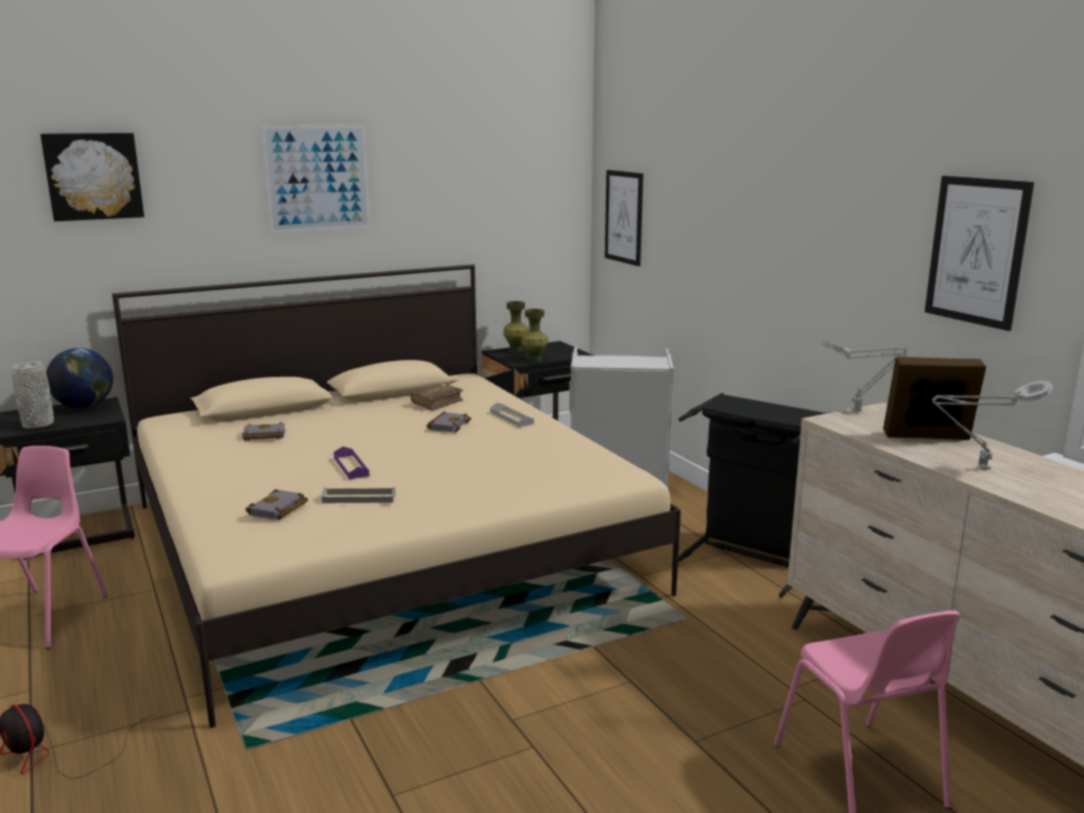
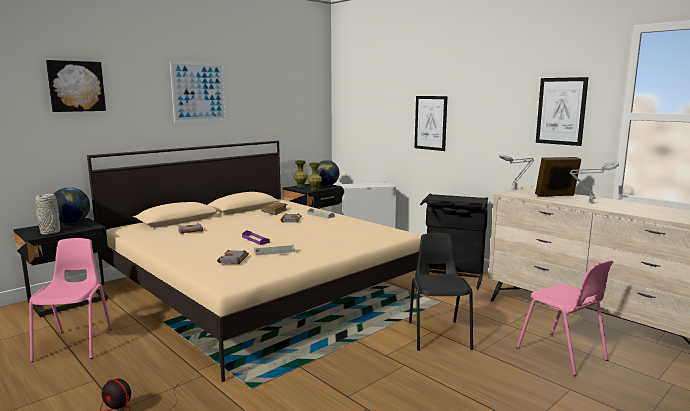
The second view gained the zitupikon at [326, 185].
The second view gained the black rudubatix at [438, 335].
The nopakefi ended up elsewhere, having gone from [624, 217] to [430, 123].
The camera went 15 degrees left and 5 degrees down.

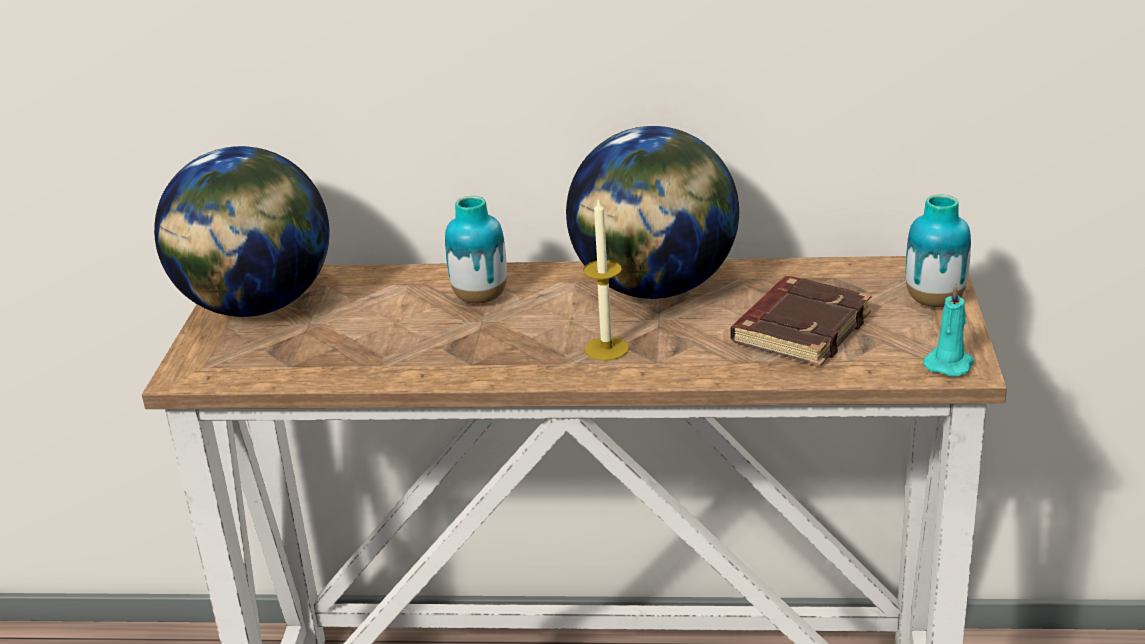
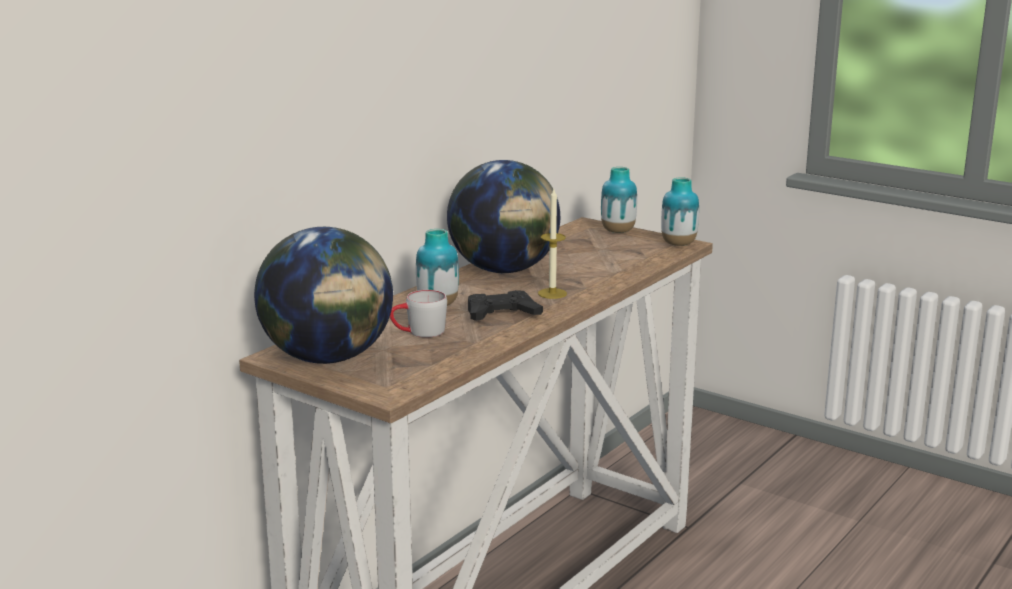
The second view lost the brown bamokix at [800, 329].
The second view gained the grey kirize at [418, 332].
The second view gained the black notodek at [501, 314].
Where the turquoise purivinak stood at [950, 363], the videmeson came to stand at [678, 244].
The camera went 60 degrees left and 10 degrees down.

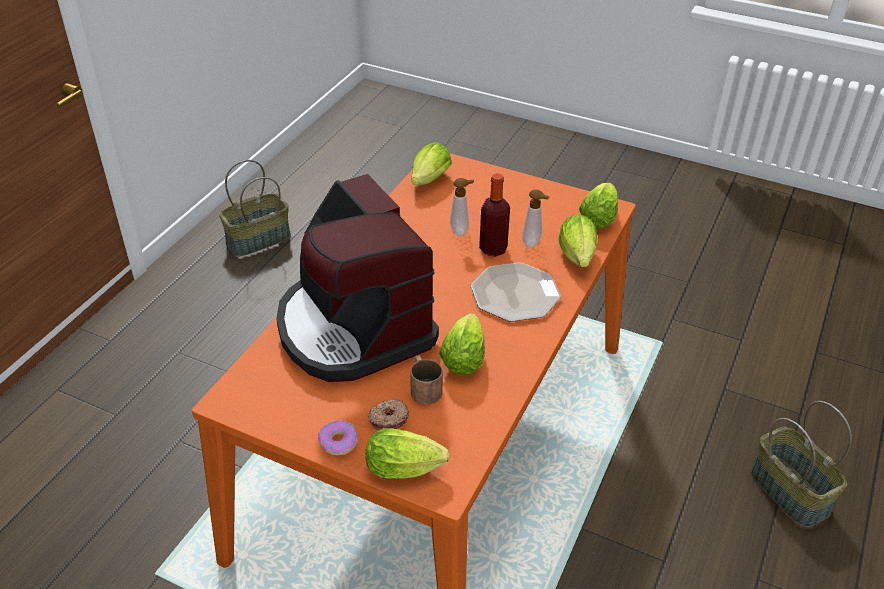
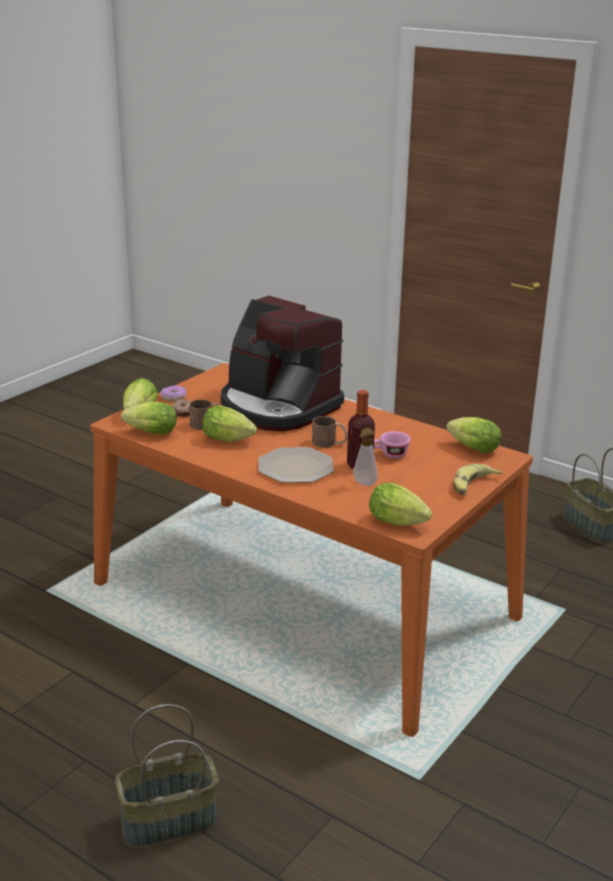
The second view gained the brown kirize at [329, 443].
The second view gained the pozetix at [473, 485].
The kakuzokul ended up elsewhere, having gone from [578, 258] to [149, 433].
Where the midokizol stood at [461, 231], the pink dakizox came to stand at [389, 455].
The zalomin at [353, 328] ended up facing another way, 120 degrees counterclockwise from before.
The camera went 100 degrees right and 15 degrees down.

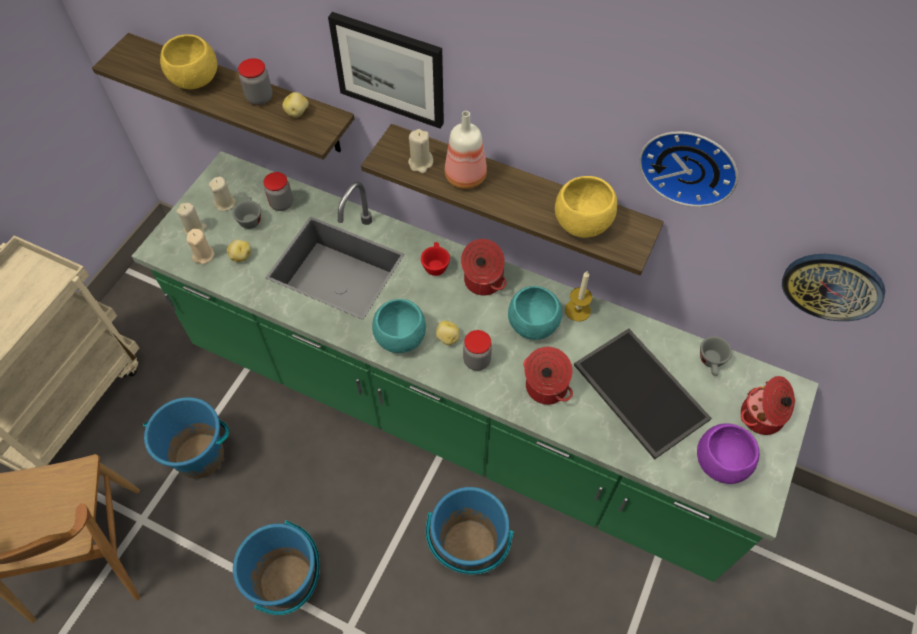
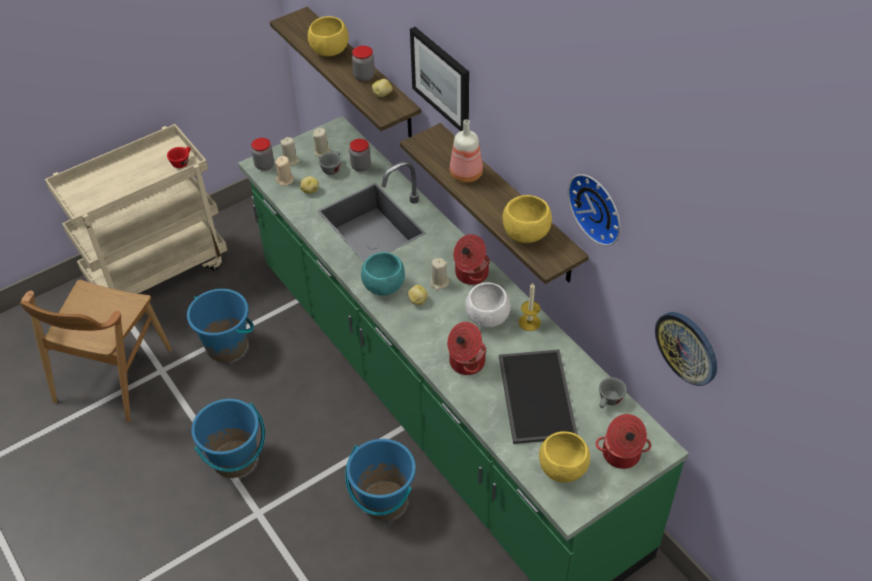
The beige purivinak ended up elsewhere, having gone from [420, 163] to [439, 283].
The red dakizox ended up elsewhere, having gone from [435, 264] to [182, 162].
The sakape ended up elsewhere, having gone from [477, 360] to [264, 165].
What was the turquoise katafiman at [532, 325] turned into the white katafiman at [486, 318].
What was the purple katafiman at [720, 463] turned into the yellow katafiman at [562, 469].
The camera went 30 degrees right and 10 degrees down.

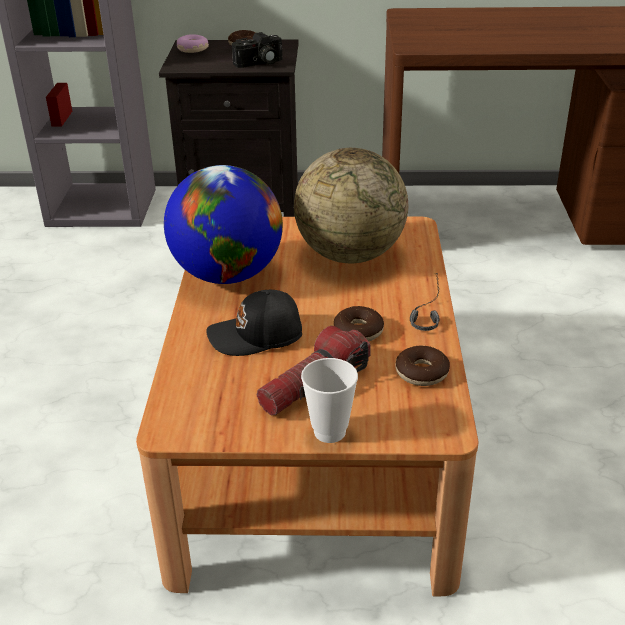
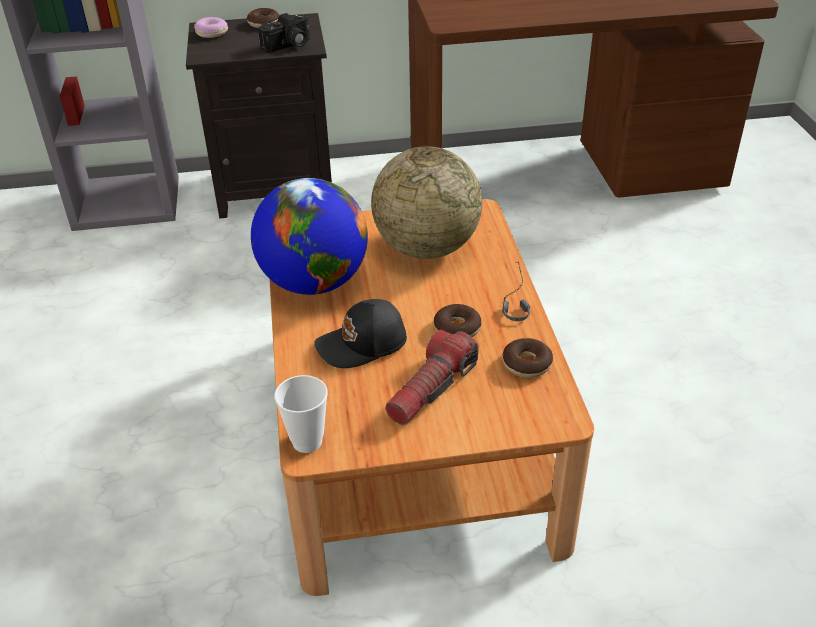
The dakizox ended up elsewhere, having gone from [329, 432] to [307, 441].
The camera went 10 degrees left and 5 degrees up.

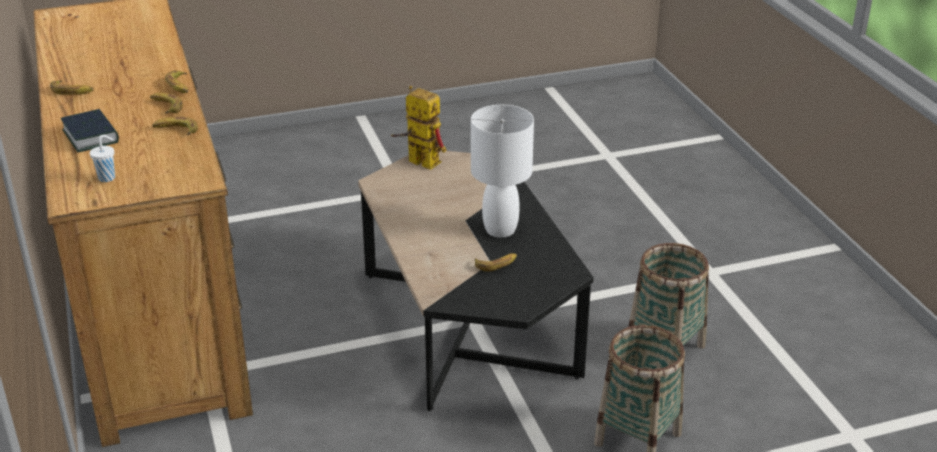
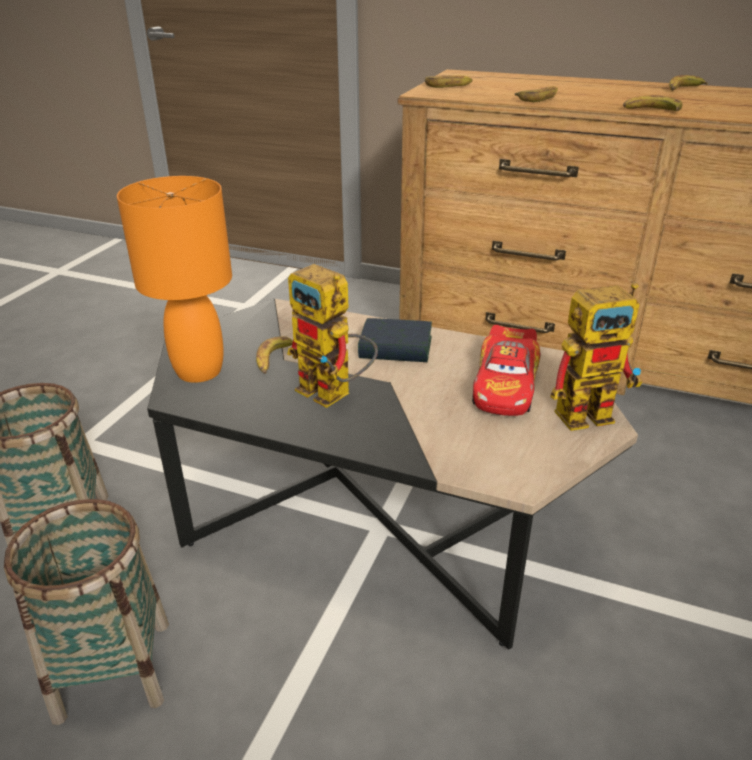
The second view lost the white dakizox at [108, 178].
The second view gained the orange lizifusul at [199, 370].
The second view gained the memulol at [506, 386].
The bamokix ended up elsewhere, having gone from [91, 136] to [395, 348].
The pozetix ended up elsewhere, having gone from [165, 106] to [448, 85].
Where the white lizifusul stood at [500, 229], the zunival came to stand at [334, 394].
The camera went 130 degrees right and 0 degrees up.

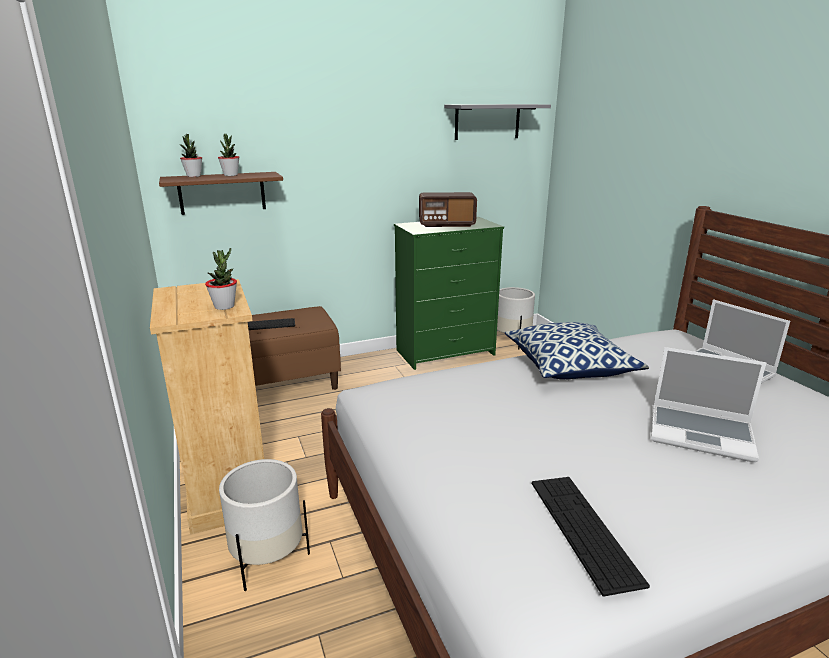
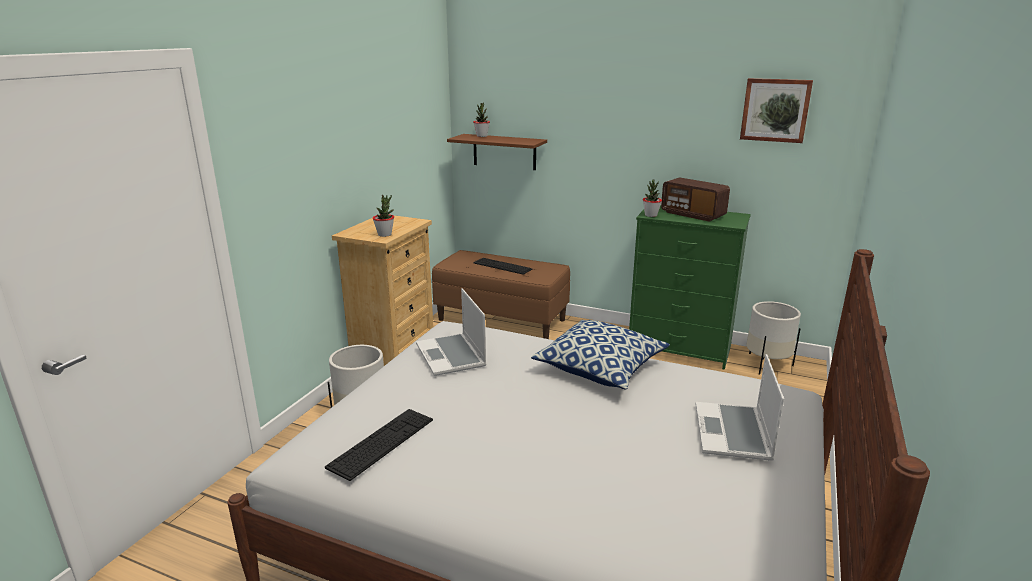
The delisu ended up elsewhere, having gone from [230, 175] to [651, 215].
The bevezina ended up elsewhere, having gone from [702, 433] to [452, 356].
Where the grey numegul hung at [487, 121], the nopakefi came to hang at [775, 110].
The camera went 45 degrees right and 0 degrees up.

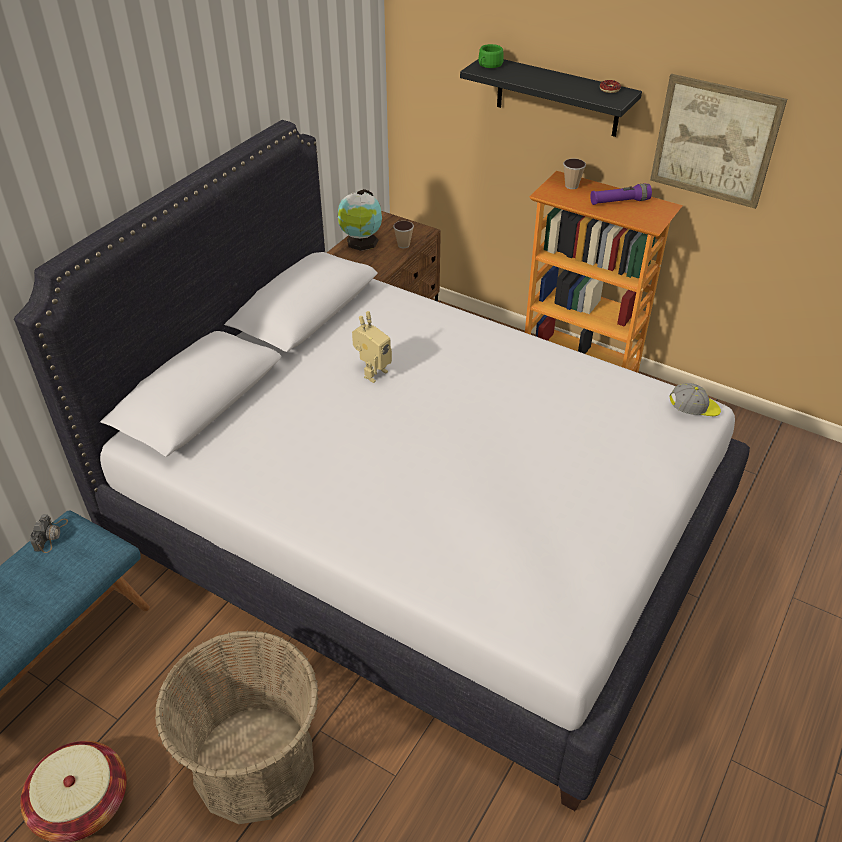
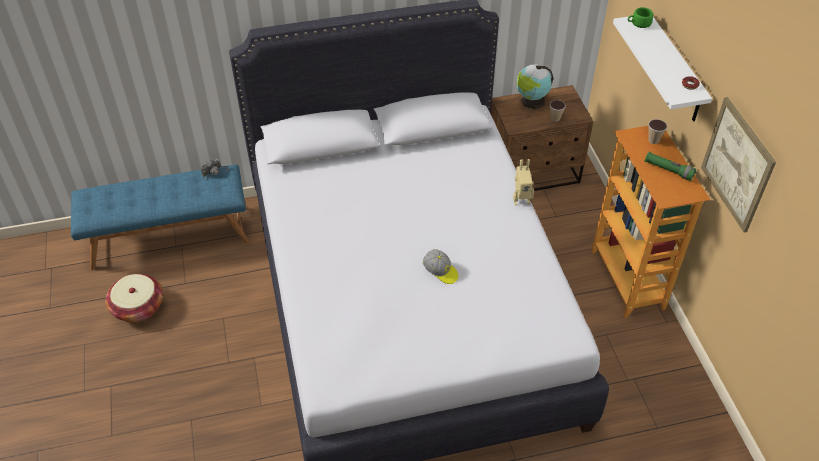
The second view lost the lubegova at [254, 763].
The zunival ended up elsewhere, having gone from [372, 373] to [520, 199].
The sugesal ended up elsewhere, having gone from [693, 409] to [440, 271].
What was the black numegul at [557, 96] turned into the white numegul at [675, 70].
What was the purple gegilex at [619, 202] turned into the green gegilex at [668, 170].
The camera went 45 degrees right and 5 degrees up.

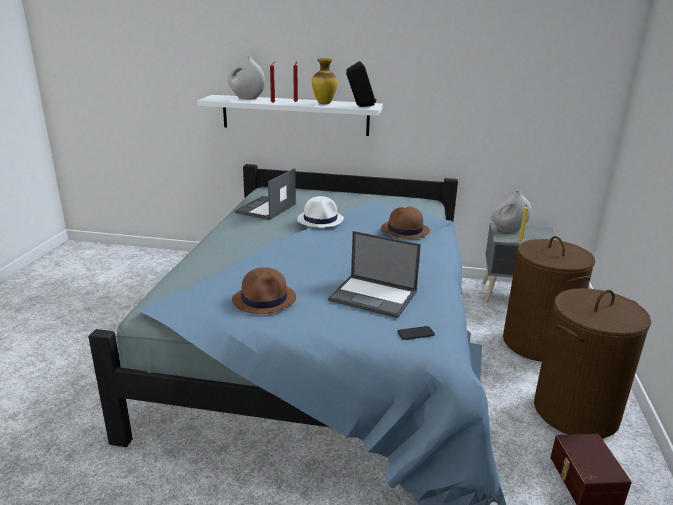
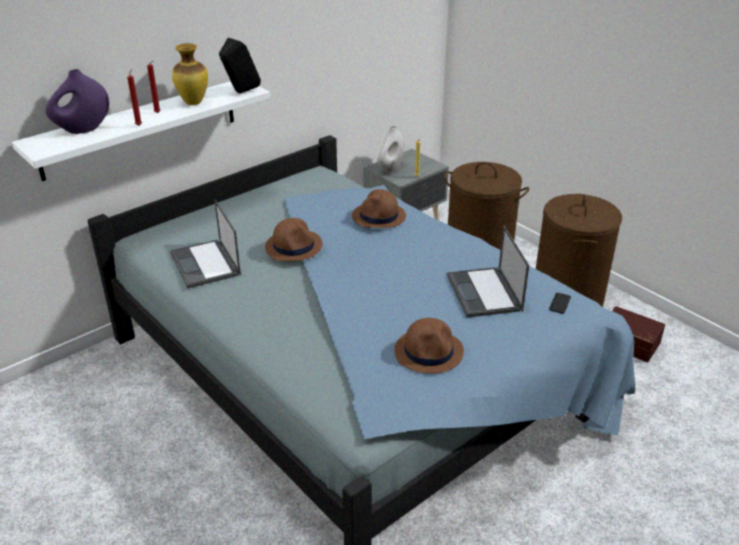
What was the white videmeson at [247, 98] turned into the purple videmeson at [83, 130].
What was the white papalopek at [320, 220] turned into the brown papalopek at [294, 246].
The bevezina at [374, 296] ended up facing another way, 105 degrees clockwise from before.
The camera went 50 degrees left and 10 degrees up.

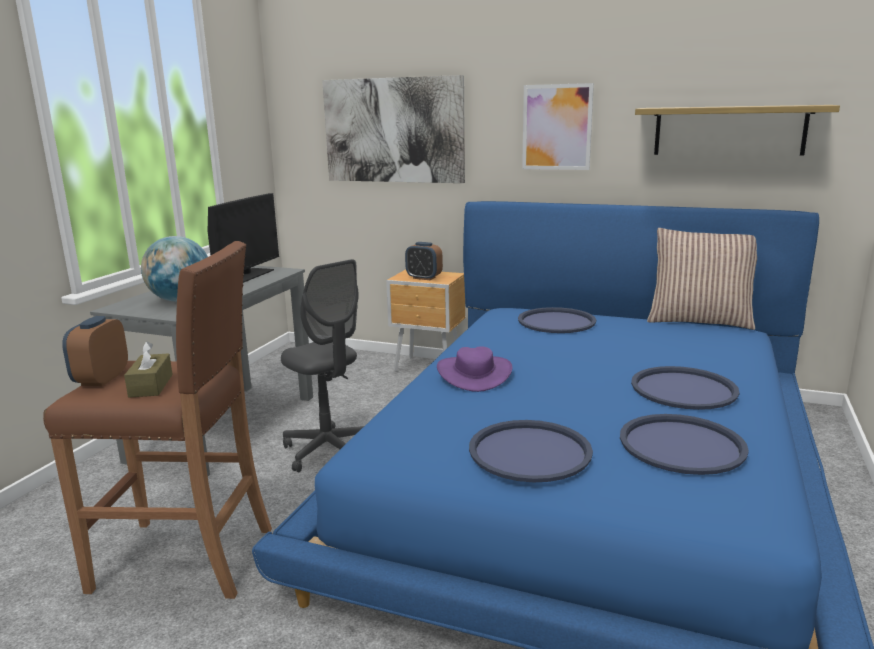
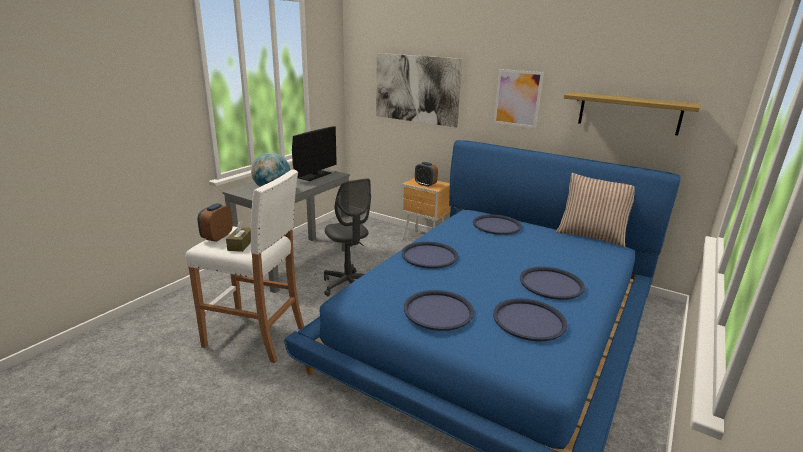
Where the purple papalopek stood at [474, 374], the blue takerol came to stand at [429, 256].
What was the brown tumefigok at [186, 559] turned into the white tumefigok at [256, 337].
The camera went 10 degrees right and 5 degrees up.

